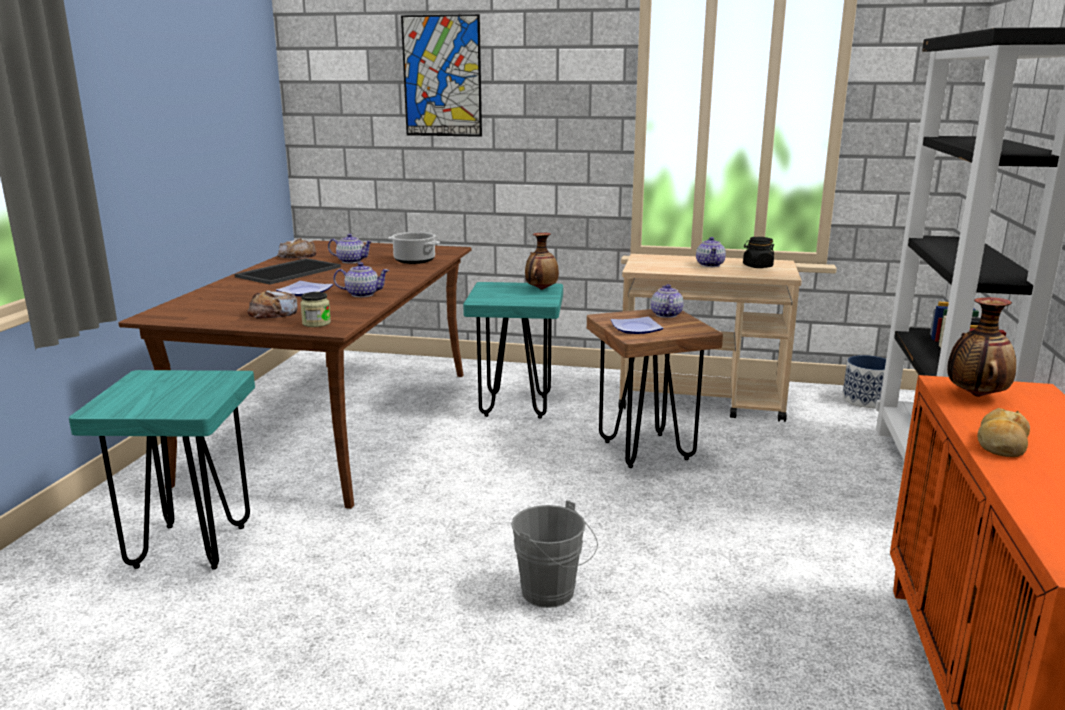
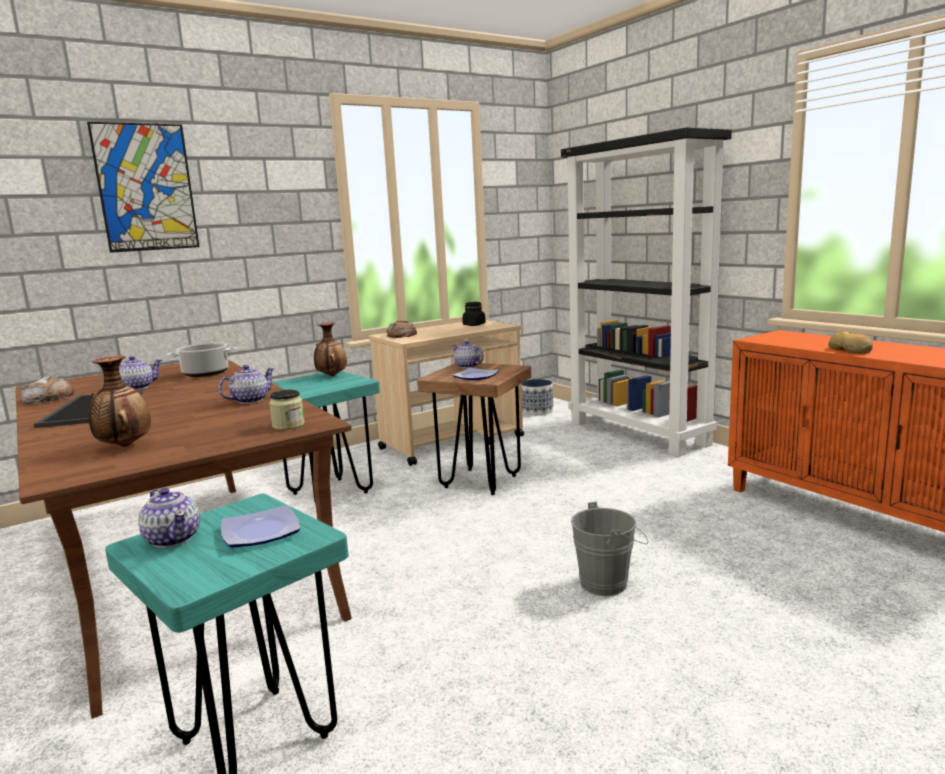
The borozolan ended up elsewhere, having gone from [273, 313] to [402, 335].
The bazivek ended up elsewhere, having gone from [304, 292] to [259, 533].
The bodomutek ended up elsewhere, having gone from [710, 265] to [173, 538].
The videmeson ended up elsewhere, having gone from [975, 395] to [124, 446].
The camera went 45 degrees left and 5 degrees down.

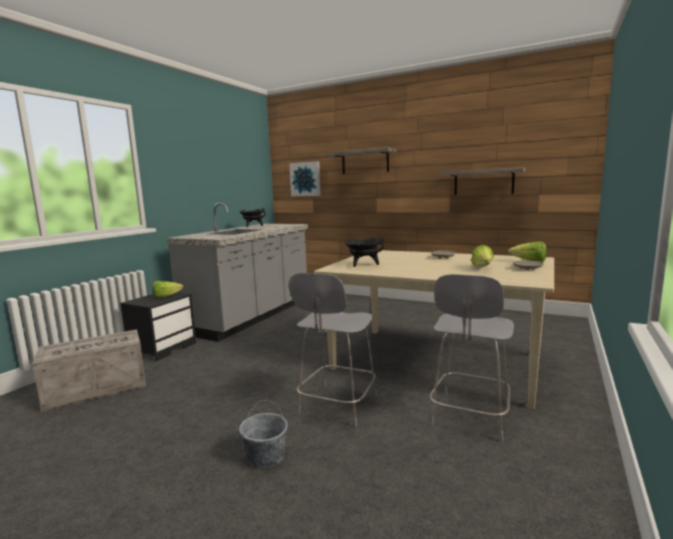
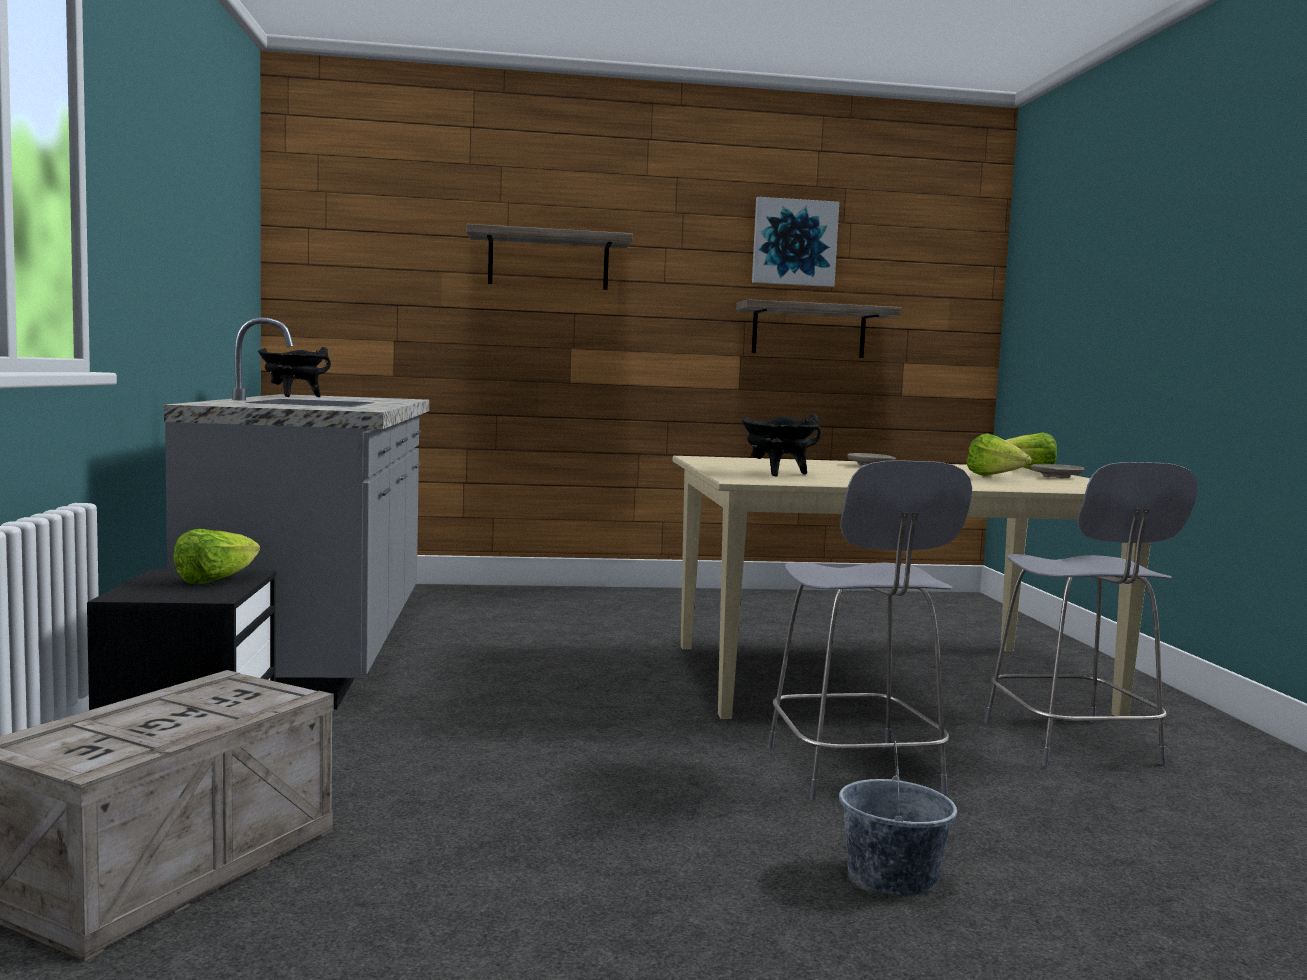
The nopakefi ended up elsewhere, having gone from [305, 179] to [794, 242].
The camera went 35 degrees left and 5 degrees down.

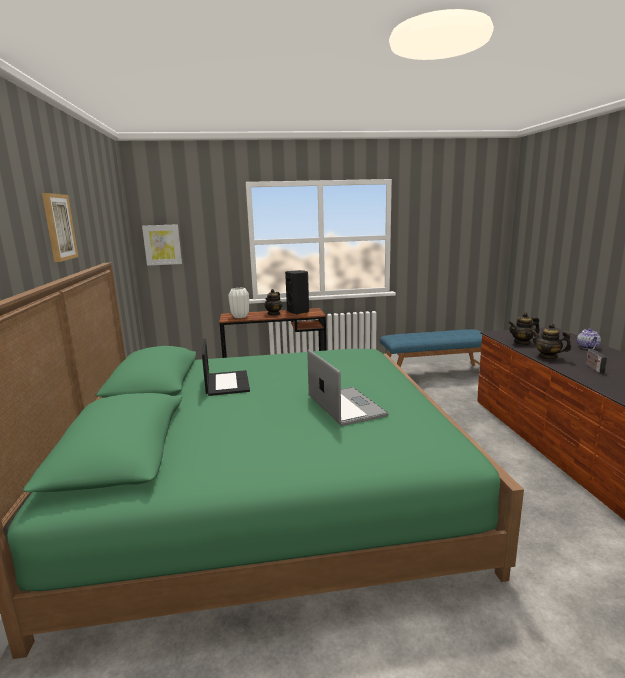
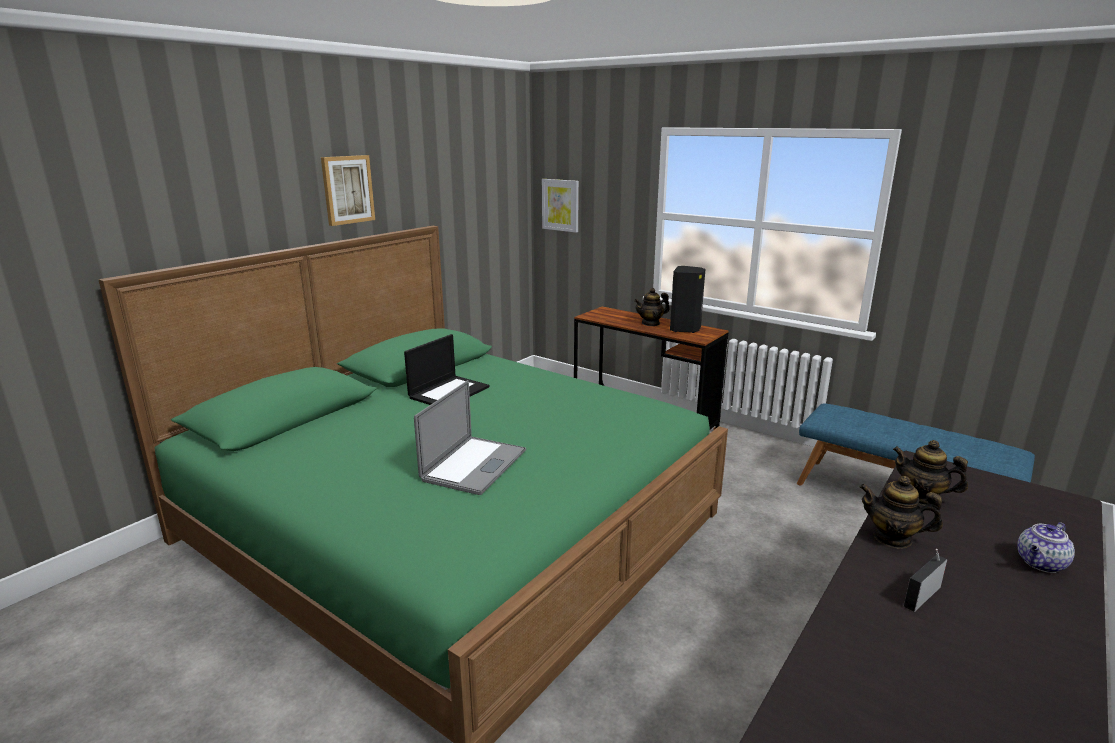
The second view lost the white videmeson at [240, 316].
The bodomutek at [548, 357] ended up facing another way, 60 degrees counterclockwise from before.
The camera went 45 degrees right and 5 degrees up.

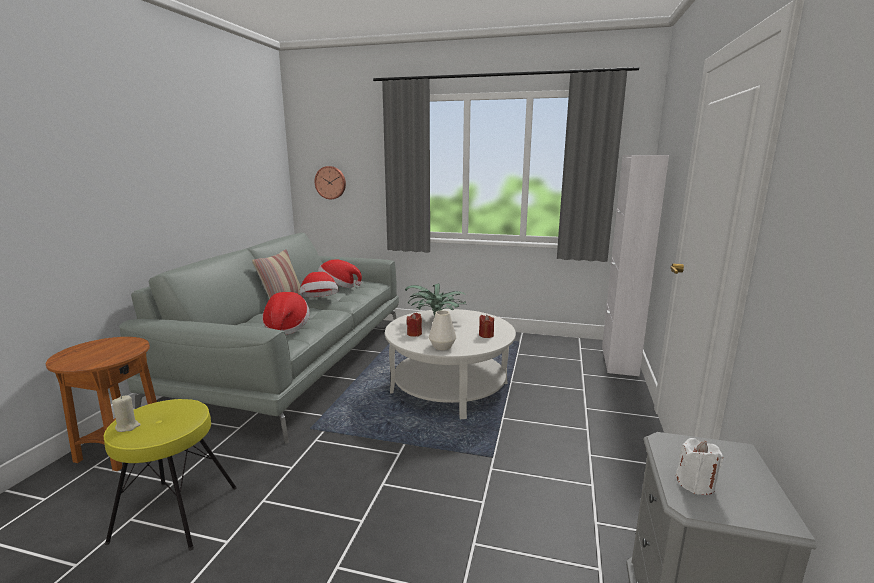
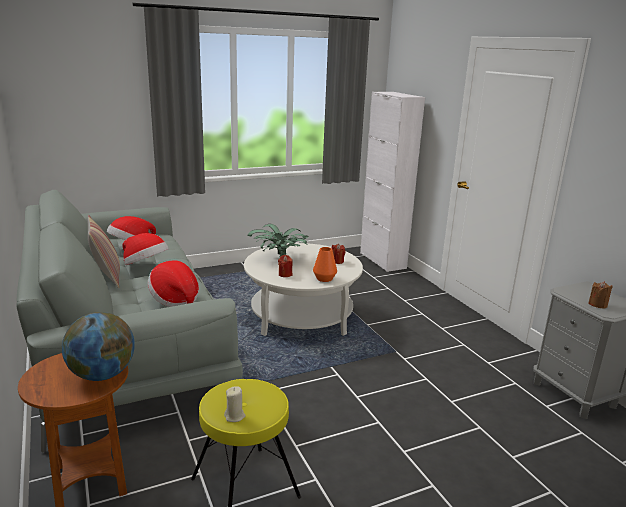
The second view lost the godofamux at [331, 182].
The second view gained the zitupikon at [102, 375].
What was the white videmeson at [442, 346] turned into the orange videmeson at [324, 278].
What was the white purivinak at [695, 484] turned into the brown purivinak at [597, 304].
The camera went 40 degrees left and 5 degrees up.

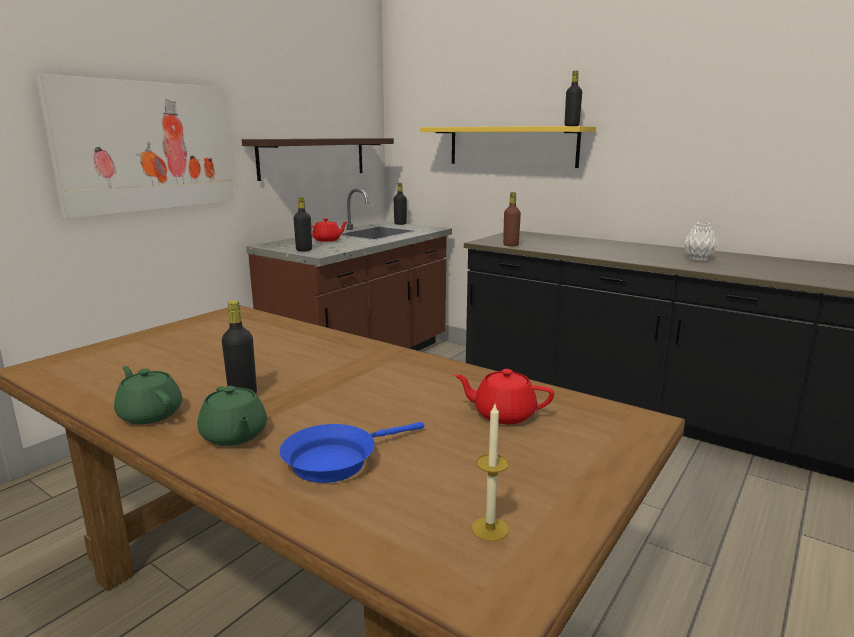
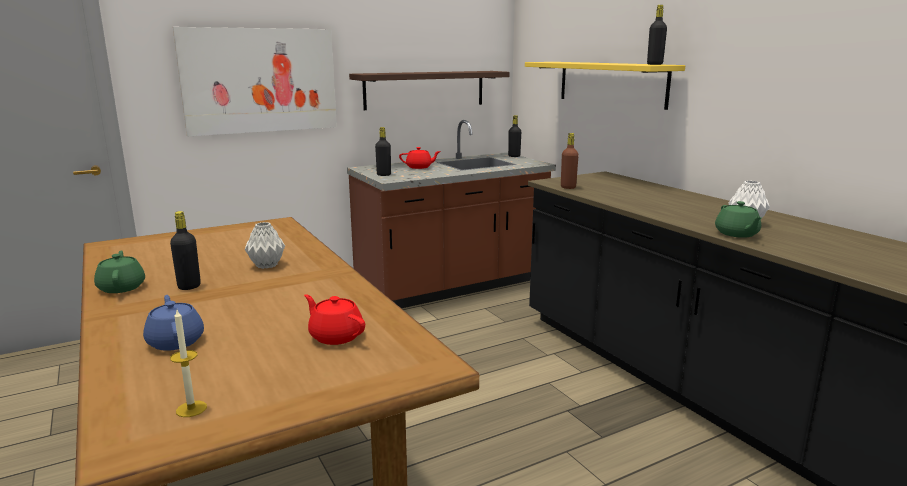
The second view gained the grey videmeson at [266, 265].
The green bodomutek ended up elsewhere, having gone from [234, 435] to [736, 234].
Where the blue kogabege stood at [336, 460], the blue bodomutek came to stand at [176, 341].
The camera went 25 degrees right and 0 degrees up.

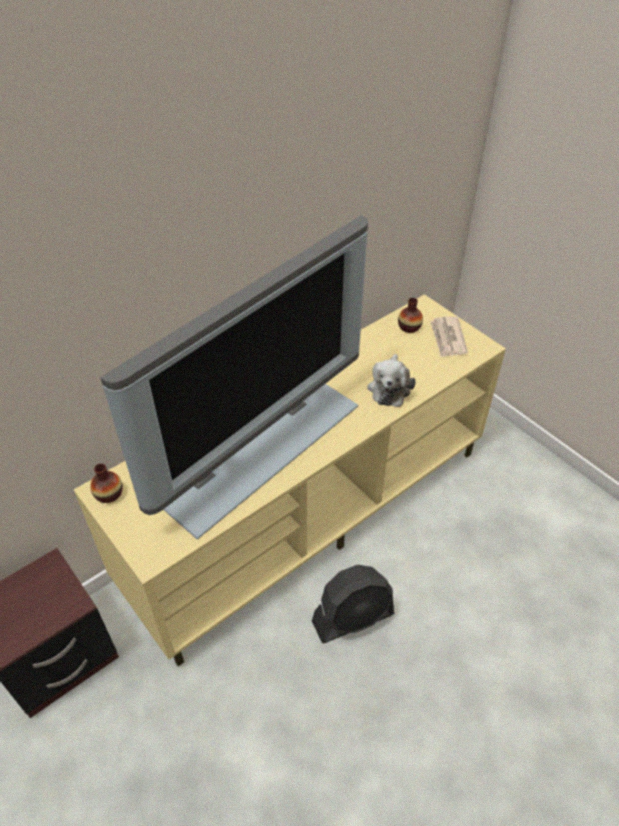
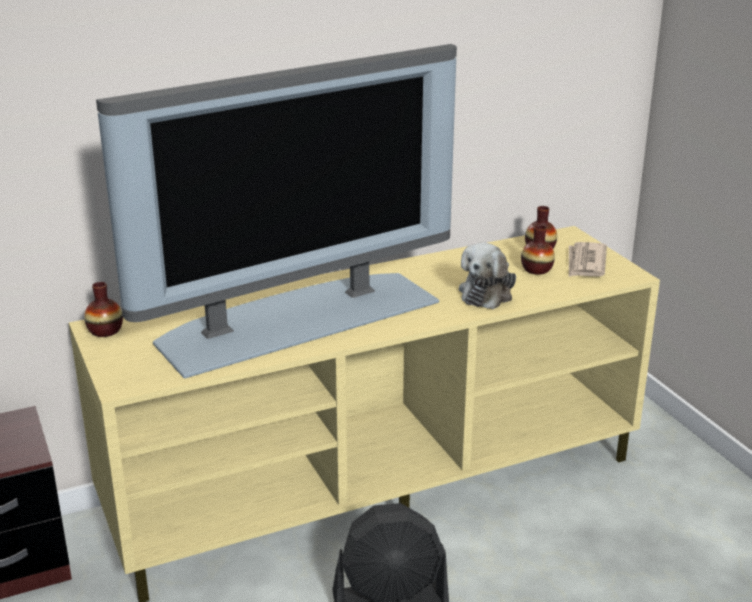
The second view gained the videmeson at [536, 269].
The camera went 15 degrees right and 20 degrees down.

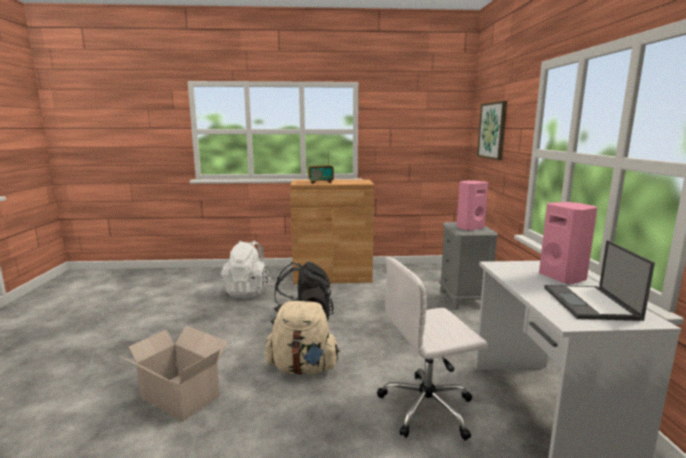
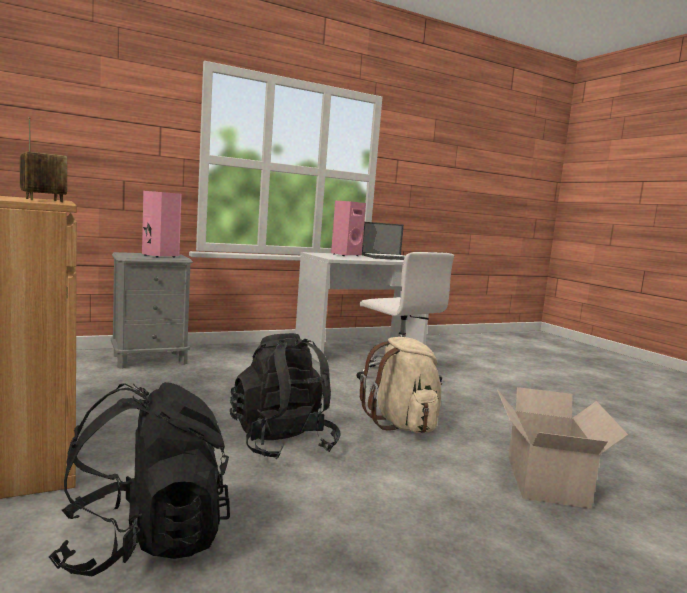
The second view lost the nopakefi at [493, 130].
What was the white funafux at [248, 292] turned into the black funafux at [144, 543].
The camera went 115 degrees left and 5 degrees down.

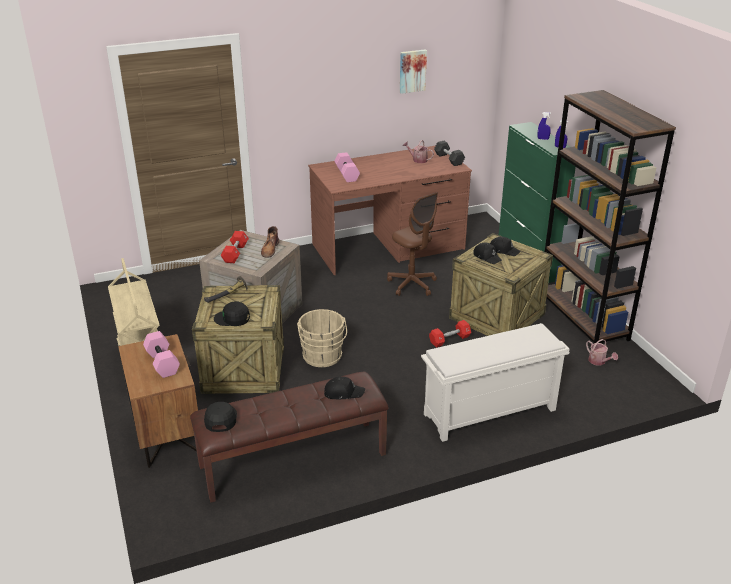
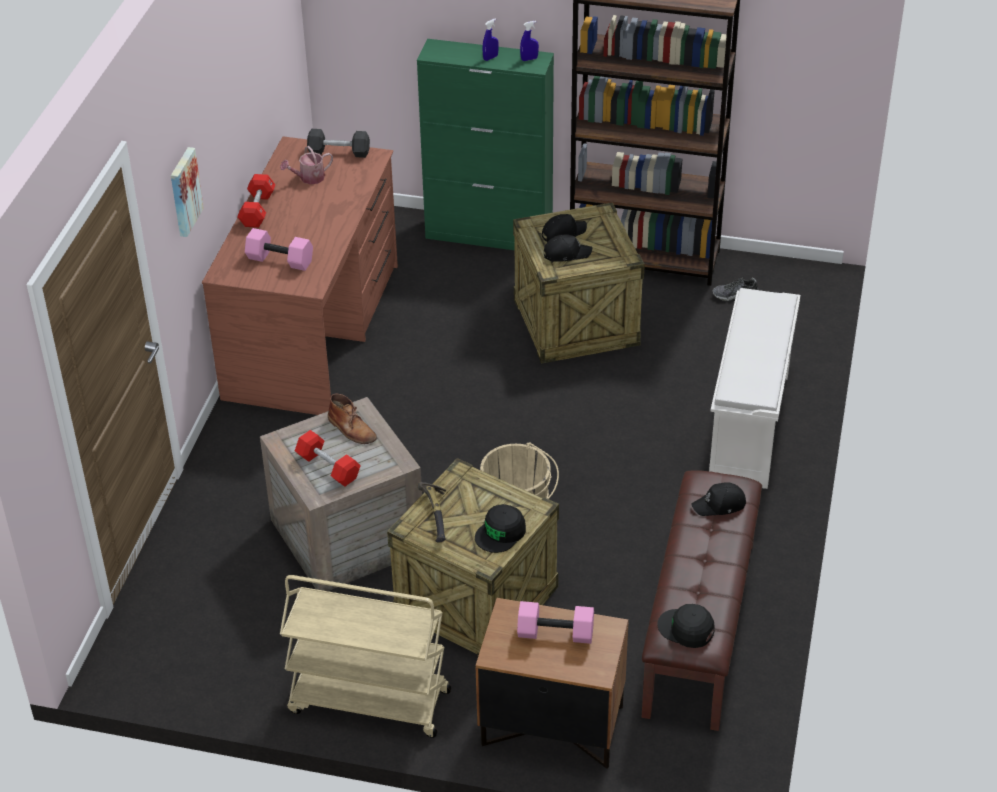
The second view lost the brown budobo at [412, 284].
The nopakefi ended up elsewhere, having gone from [412, 71] to [184, 191].
The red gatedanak ended up elsewhere, having gone from [449, 340] to [257, 210].
Where the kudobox stood at [599, 361], the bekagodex came to stand at [735, 295].
The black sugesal at [343, 392] ended up facing another way, 135 degrees counterclockwise from before.
The camera went 55 degrees left and 10 degrees up.

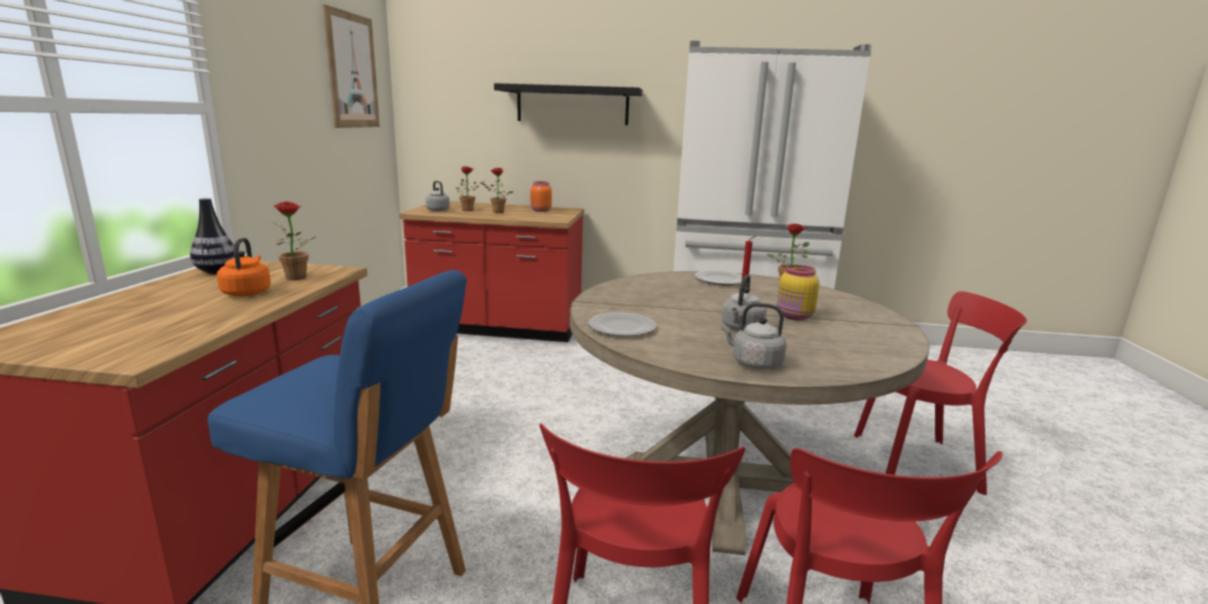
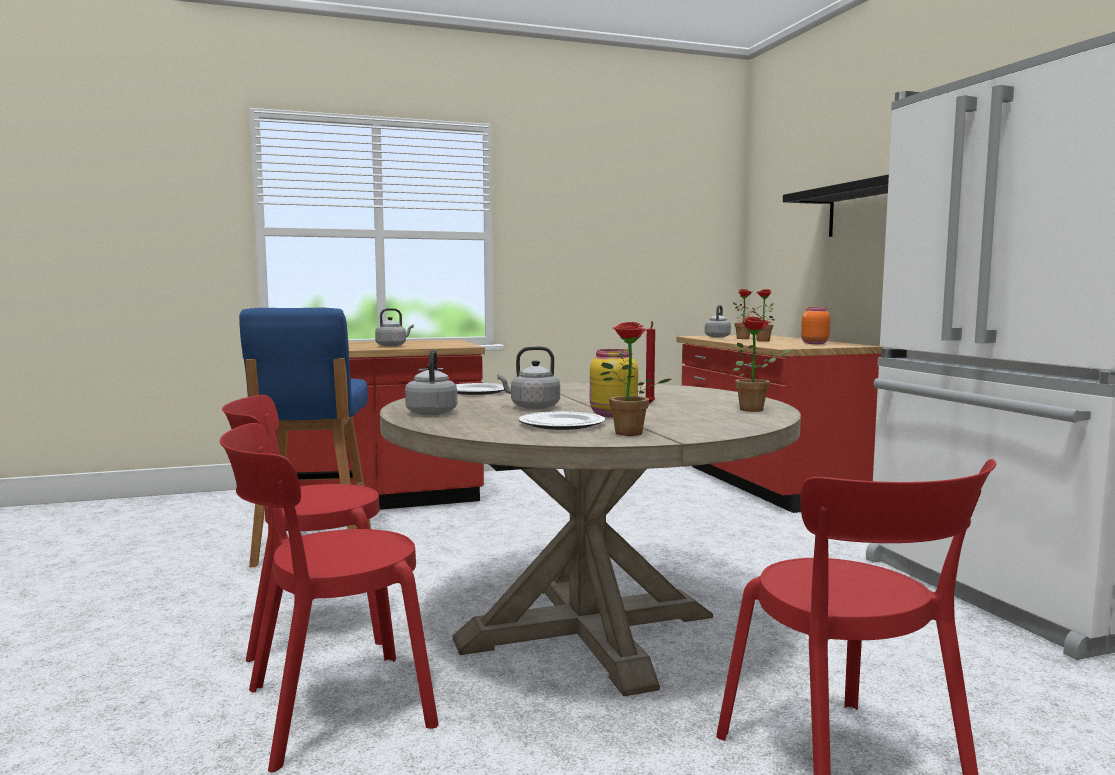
The second view lost the videmeson at [216, 271].
The second view lost the nopakefi at [352, 71].
The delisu ended up elsewhere, having gone from [298, 278] to [627, 434].
The bazivek ended up elsewhere, having gone from [720, 280] to [563, 424].
What was the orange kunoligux at [247, 292] turned into the grey kunoligux at [392, 345].
The camera went 65 degrees right and 10 degrees down.

